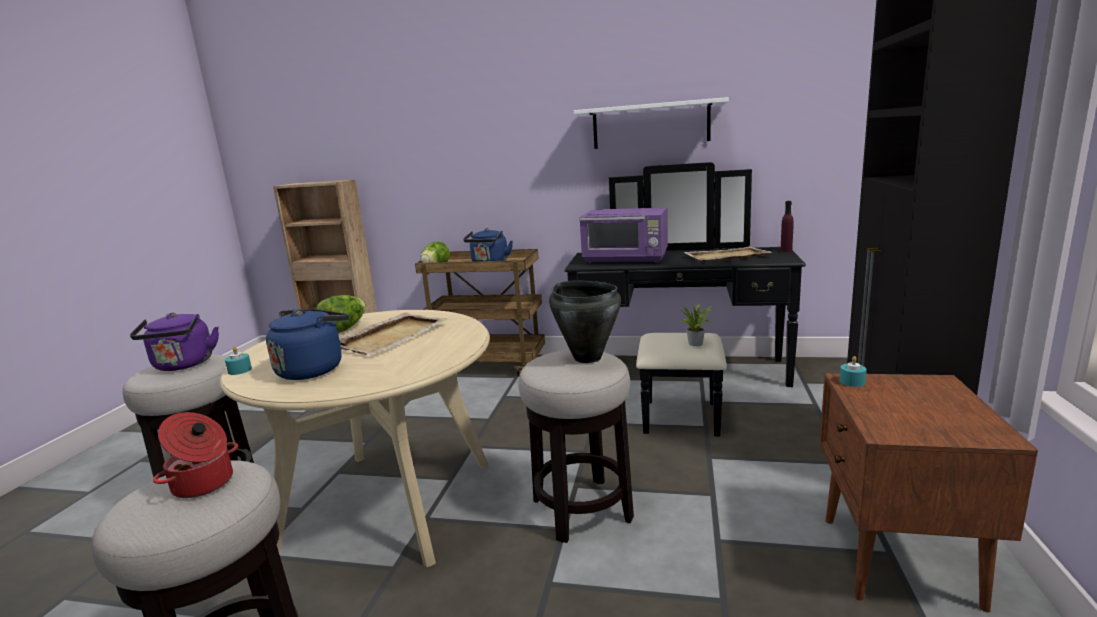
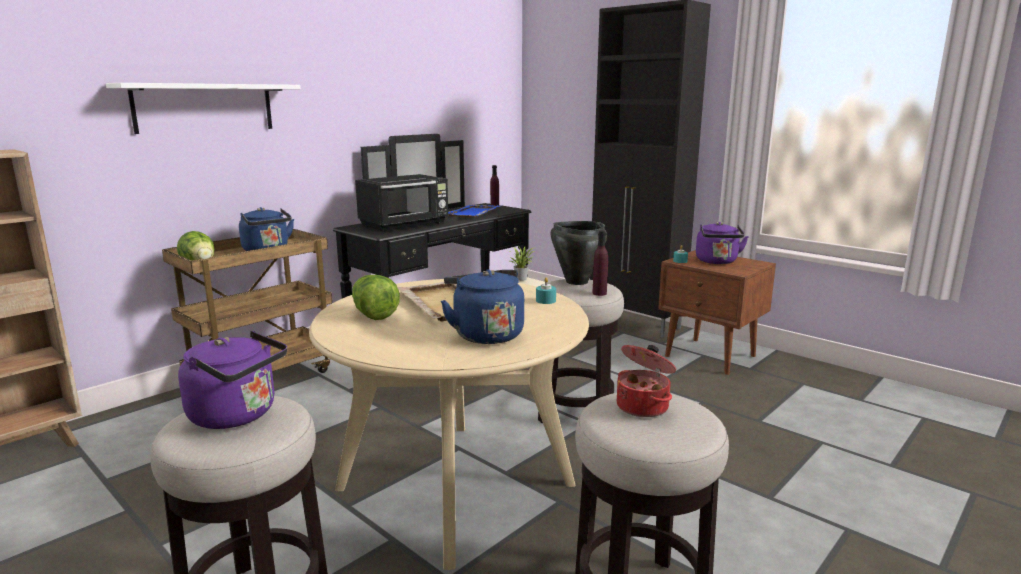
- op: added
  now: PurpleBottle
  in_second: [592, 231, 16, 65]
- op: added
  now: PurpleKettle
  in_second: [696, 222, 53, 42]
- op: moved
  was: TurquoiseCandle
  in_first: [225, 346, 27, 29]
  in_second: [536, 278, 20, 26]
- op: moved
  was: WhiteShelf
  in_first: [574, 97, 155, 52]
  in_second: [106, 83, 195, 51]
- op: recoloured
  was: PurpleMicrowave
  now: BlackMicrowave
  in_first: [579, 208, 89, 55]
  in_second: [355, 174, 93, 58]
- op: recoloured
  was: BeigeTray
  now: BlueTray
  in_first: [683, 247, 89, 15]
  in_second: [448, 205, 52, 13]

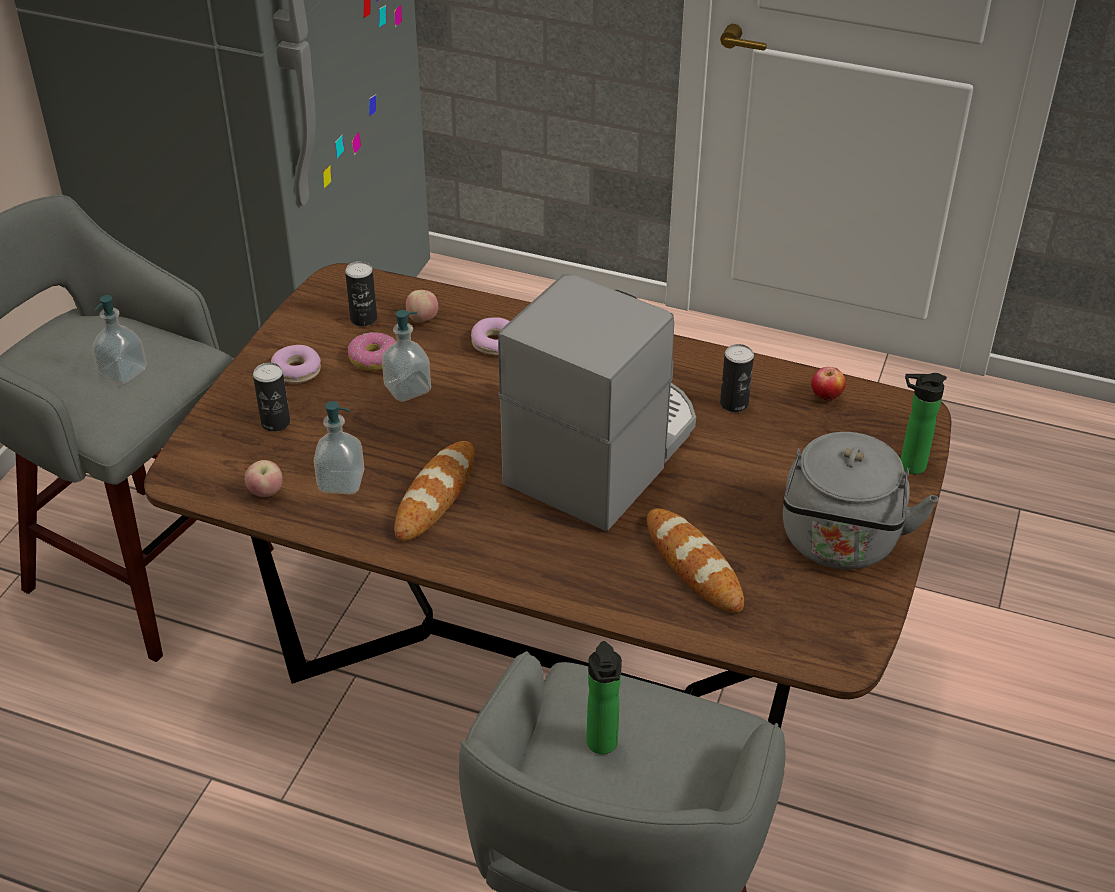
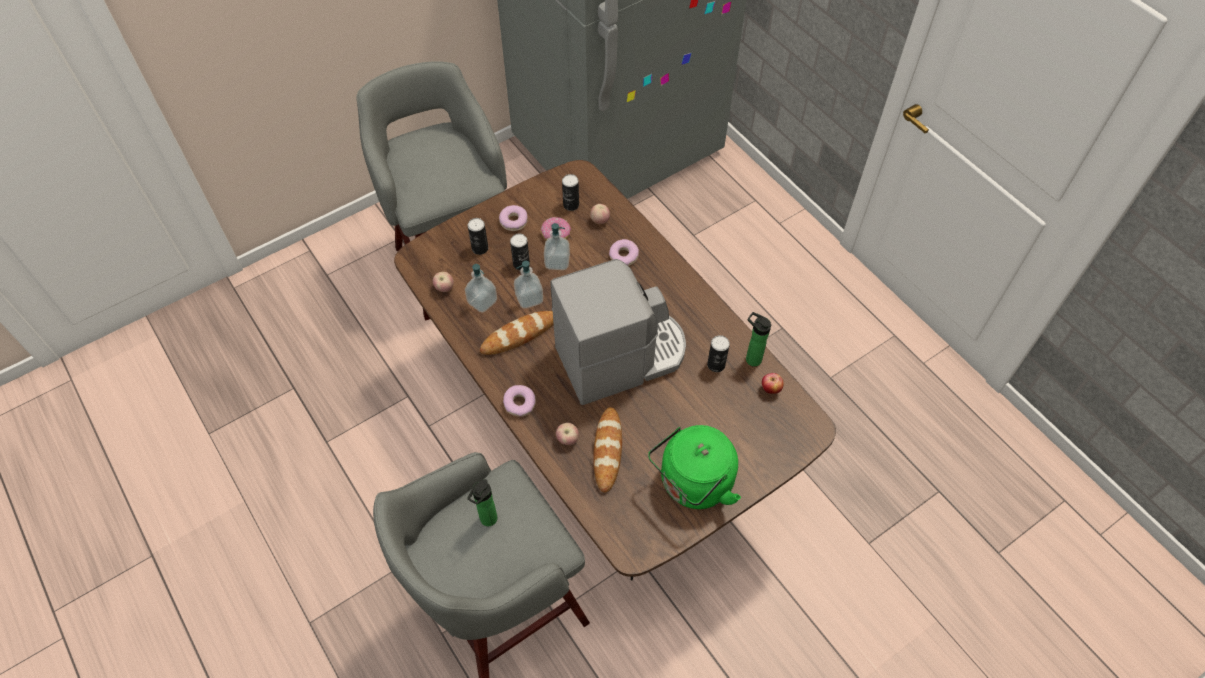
- op: added
  now: Donut
  in_second: [503, 385, 33, 31]
- op: added
  now: Can
  in_second: [510, 234, 20, 36]
- op: added
  now: Apple
  in_second: [556, 423, 23, 22]
- op: moved
  was: SoapDispenser
  in_first: [92, 295, 55, 90]
  in_second: [514, 261, 29, 48]
- op: moved
  was: Bottle
  in_first: [900, 373, 47, 101]
  in_second: [746, 312, 26, 55]
- op: recoloured
  was: GreyKettle
  now: GreenKettle
  in_first: [783, 432, 155, 137]
  in_second: [648, 425, 93, 84]

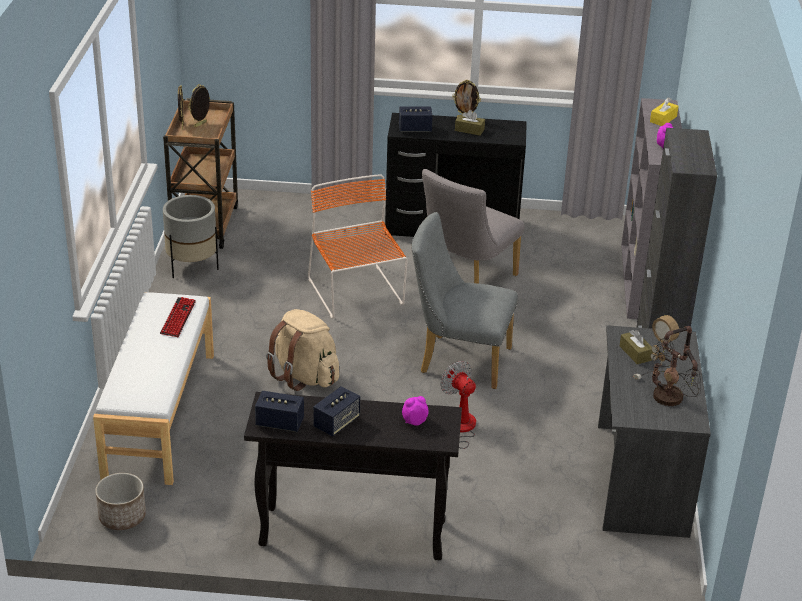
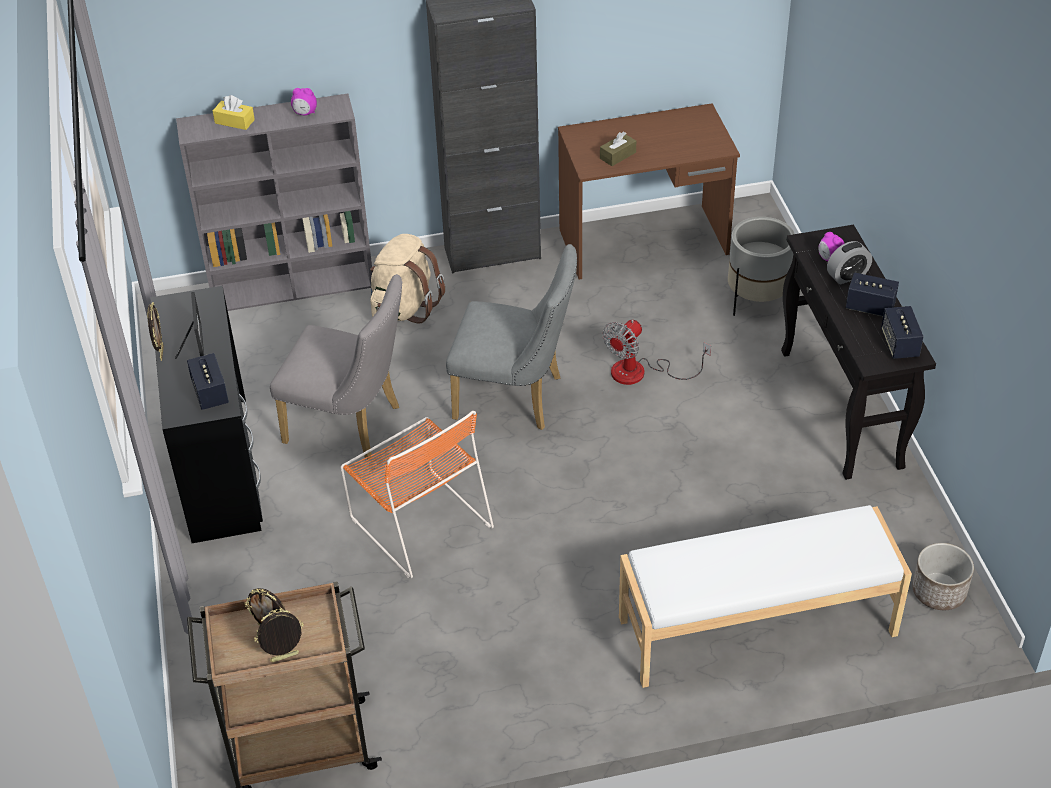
- op: removed
  was: Keyboard
  in_first: [160, 297, 36, 40]
- op: removed
  was: TableLamp
  in_first: [633, 315, 68, 91]
- op: added
  now: AlarmClock
  in_second: [827, 241, 45, 44]
- op: moved
  was: GreyPlanter
  in_first: [163, 195, 56, 83]
  in_second: [728, 217, 67, 99]
- op: moved
  was: BeigeBackpack
  in_first: [266, 309, 73, 82]
  in_second: [370, 234, 75, 90]
- op: replaced
  was: BrownTissueBox
  now: PictureFrame
  in_first: [455, 110, 30, 26]
  in_second: [175, 292, 29, 67]
- op: recoloured
  was: GreyDesk
  now: BrownDesk
  in_first: [598, 325, 113, 213]
  in_second: [558, 103, 182, 176]
- op: turned
  was: OrangeChair
  in_first: [308, 174, 100, 144]
  in_second: [340, 411, 154, 167]
  clockwise: -90
- op: turned
  was: GreyChair
  in_first: [412, 212, 106, 177]
  in_second: [446, 244, 131, 186]
  clockwise: -75

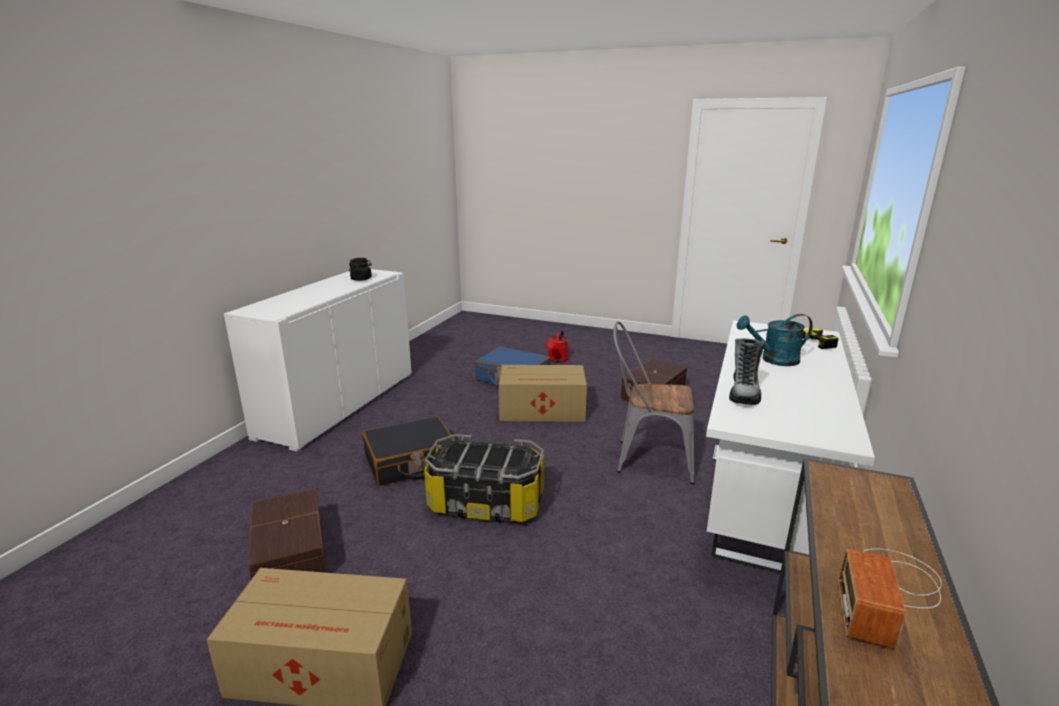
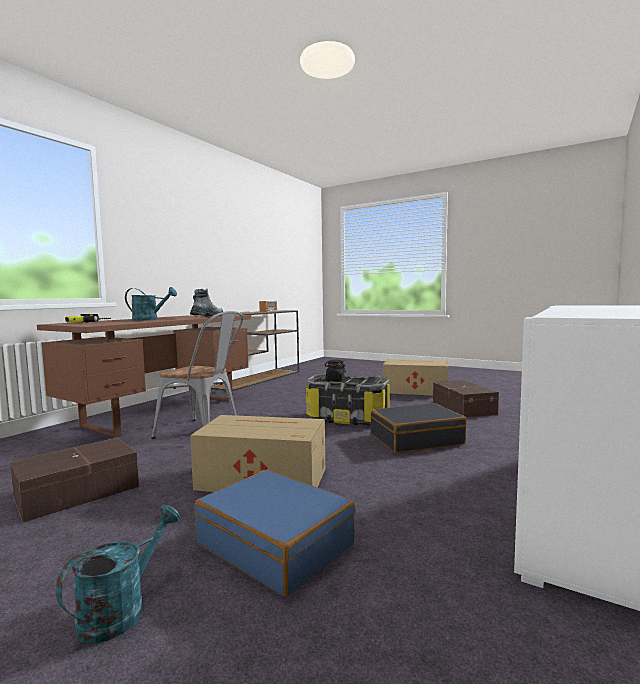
- op: moved
  was: BlackJar
  in_first: [349, 258, 23, 23]
  in_second: [324, 360, 22, 21]
- op: recoloured
  was: RedWateringCan
  now: TurquoiseWateringCan
  in_first: [546, 330, 22, 33]
  in_second: [56, 505, 124, 139]
- op: recoloured
  was: WhiteDesk
  now: BrownDesk
  in_first: [706, 320, 169, 253]
  in_second: [37, 315, 214, 123]

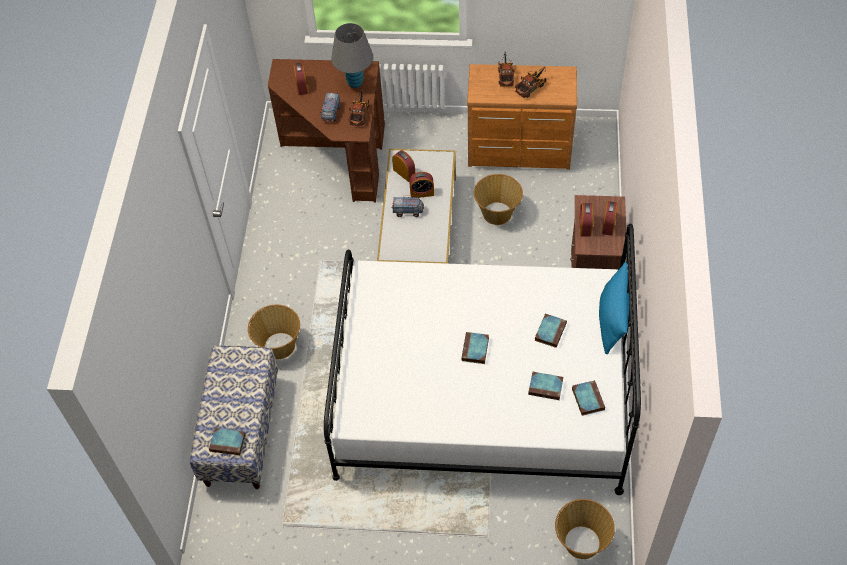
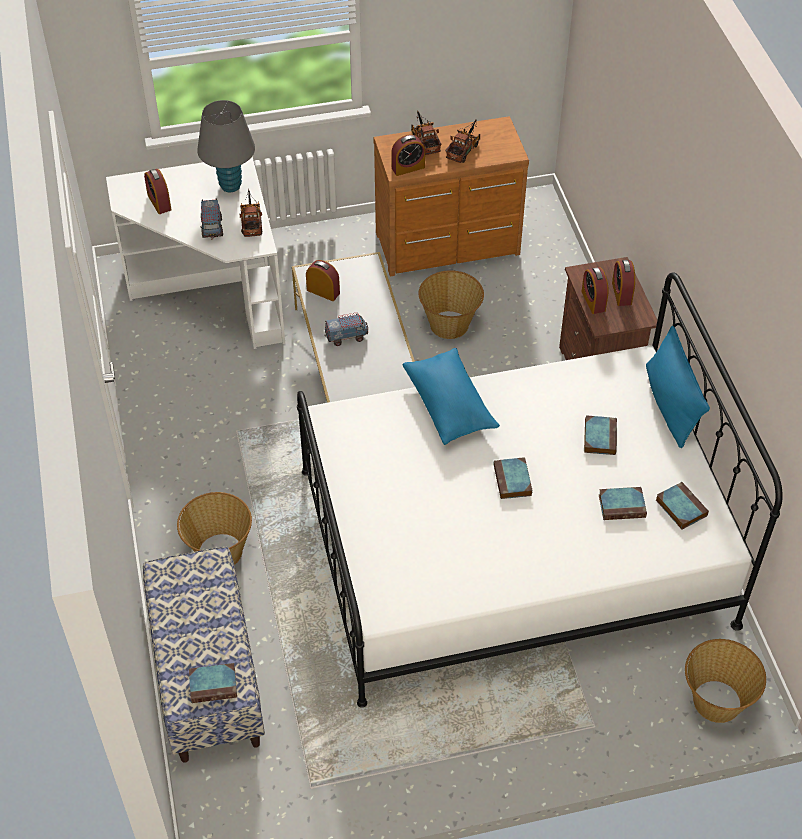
- op: added
  now: BluePillow
  in_second: [402, 348, 98, 97]
- op: moved
  was: AlarmClock
  in_first: [409, 172, 25, 26]
  in_second: [392, 135, 33, 41]
- op: recoloured
  was: BrownDesk
  now: WhiteDesk
  in_first: [268, 59, 117, 144]
  in_second: [106, 157, 179, 192]

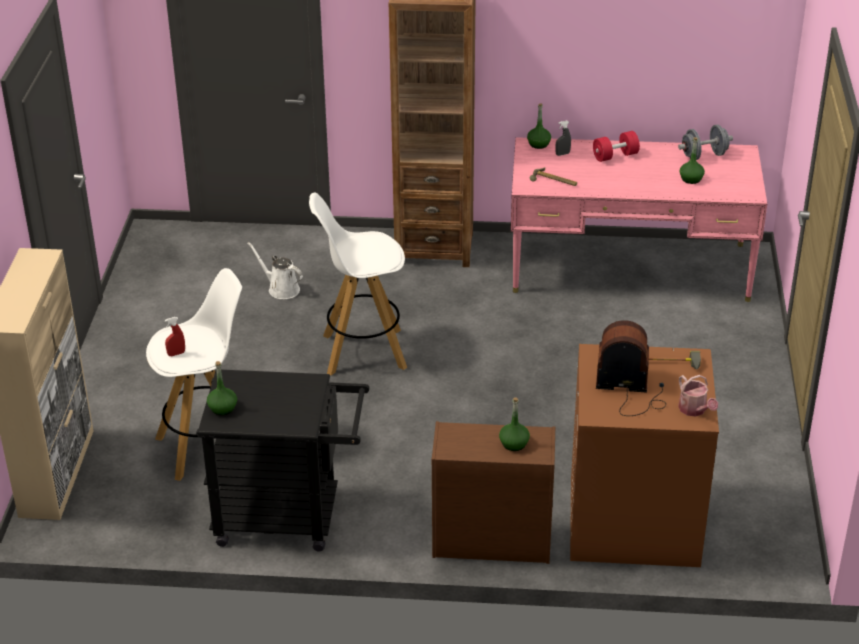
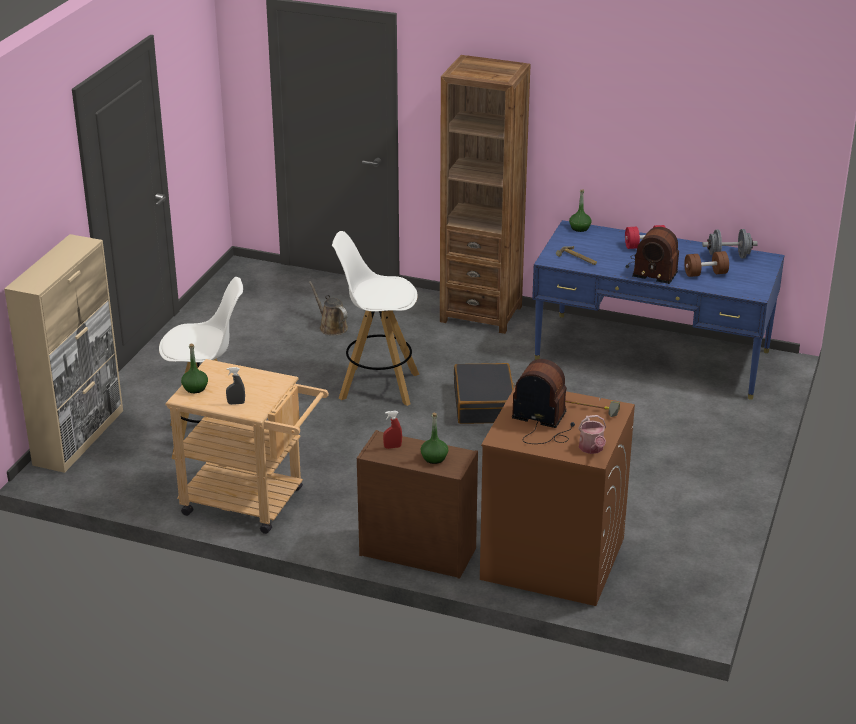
- op: added
  now: BlackSuitcase
  in_second: [454, 363, 61, 61]
- op: added
  now: Radio
  in_second: [625, 227, 54, 57]
- op: moved
  was: RedSprayBottle
  in_first: [165, 317, 20, 39]
  in_second: [383, 411, 19, 38]
- op: moved
  was: GreySprayBottle
  in_first: [555, 120, 16, 36]
  in_second: [226, 367, 19, 38]
- op: replaced
  was: GreenBottle
  now: BrownDumbbell
  in_first: [679, 137, 26, 47]
  in_second: [685, 251, 44, 26]
- op: recoloured
  was: BlackCart
  now: BeigeCart
  in_first: [196, 370, 173, 182]
  in_second: [165, 359, 164, 175]
- op: recoloured
  was: WhiteWateringCan
  now: BrownWateringCan
  in_first: [247, 242, 56, 57]
  in_second: [309, 281, 39, 54]
- op: recoloured
  was: PinkDesk
  now: BlueDesk
  in_first: [511, 137, 256, 165]
  in_second: [532, 220, 252, 180]

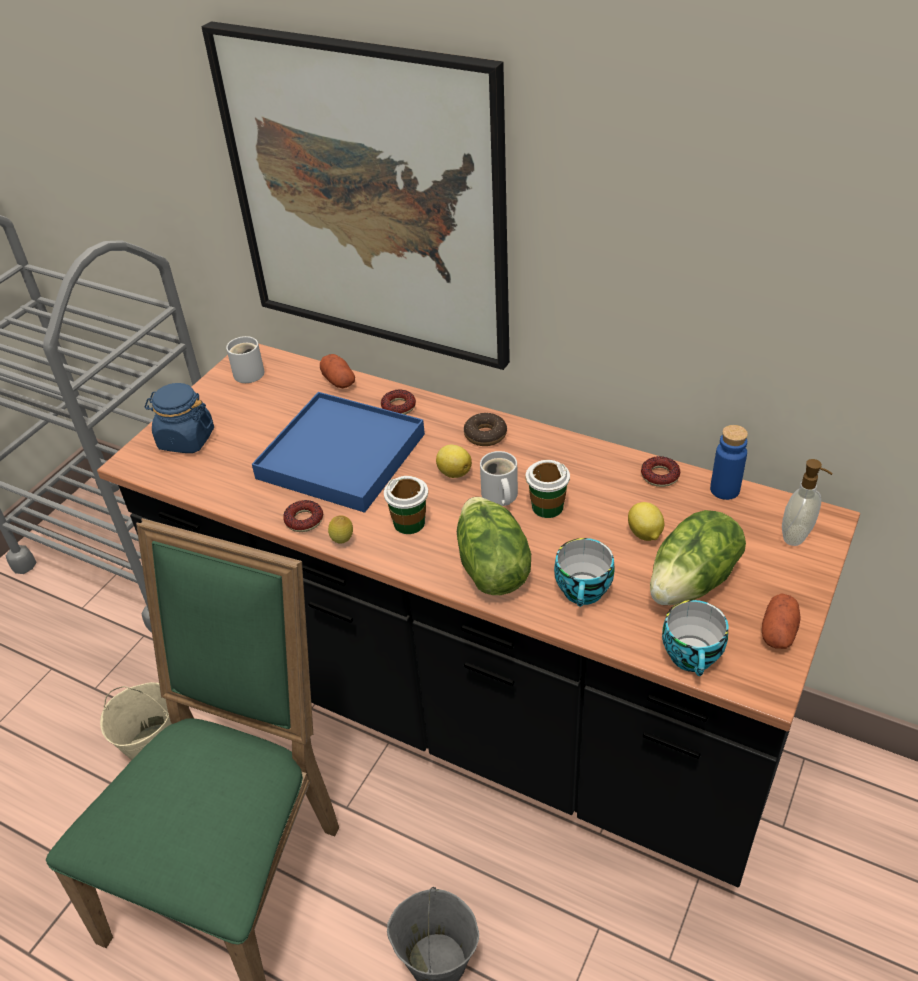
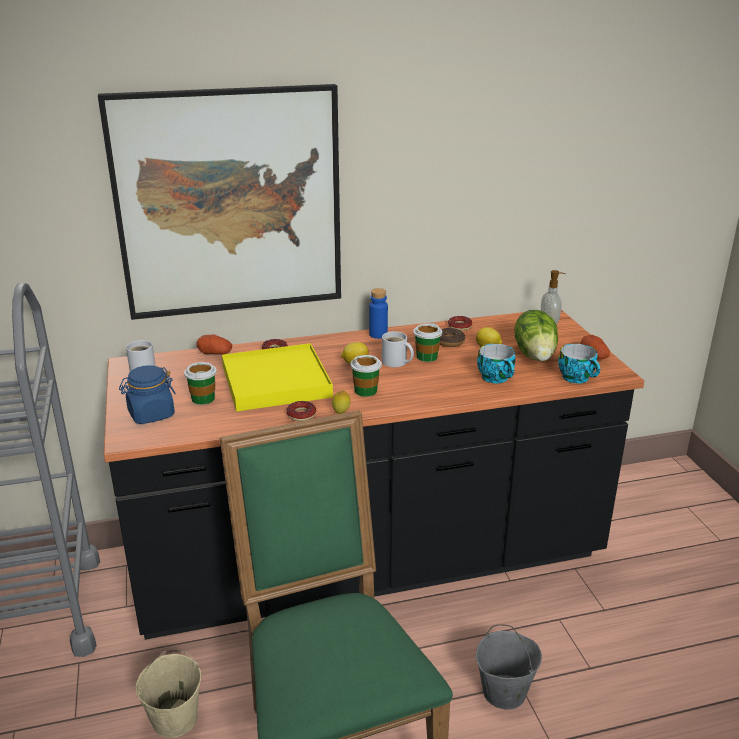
- op: removed
  was: Lettuce
  in_first: [457, 497, 74, 98]
- op: added
  now: Cup
  in_second: [184, 362, 33, 43]
- op: moved
  was: Donut
  in_first: [464, 413, 43, 33]
  in_second: [440, 328, 25, 19]
- op: moved
  was: BlueBottle
  in_first: [710, 425, 38, 75]
  in_second: [369, 288, 19, 51]
- op: recoloured
  was: BlueTray
  now: YellowTray
  in_first: [252, 392, 173, 121]
  in_second: [222, 343, 111, 69]

